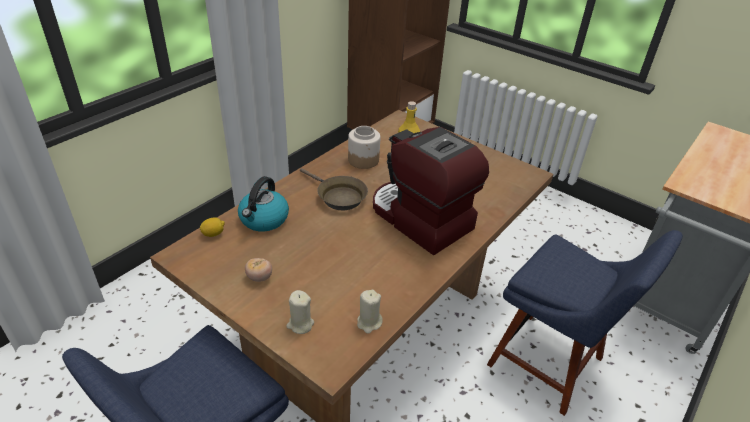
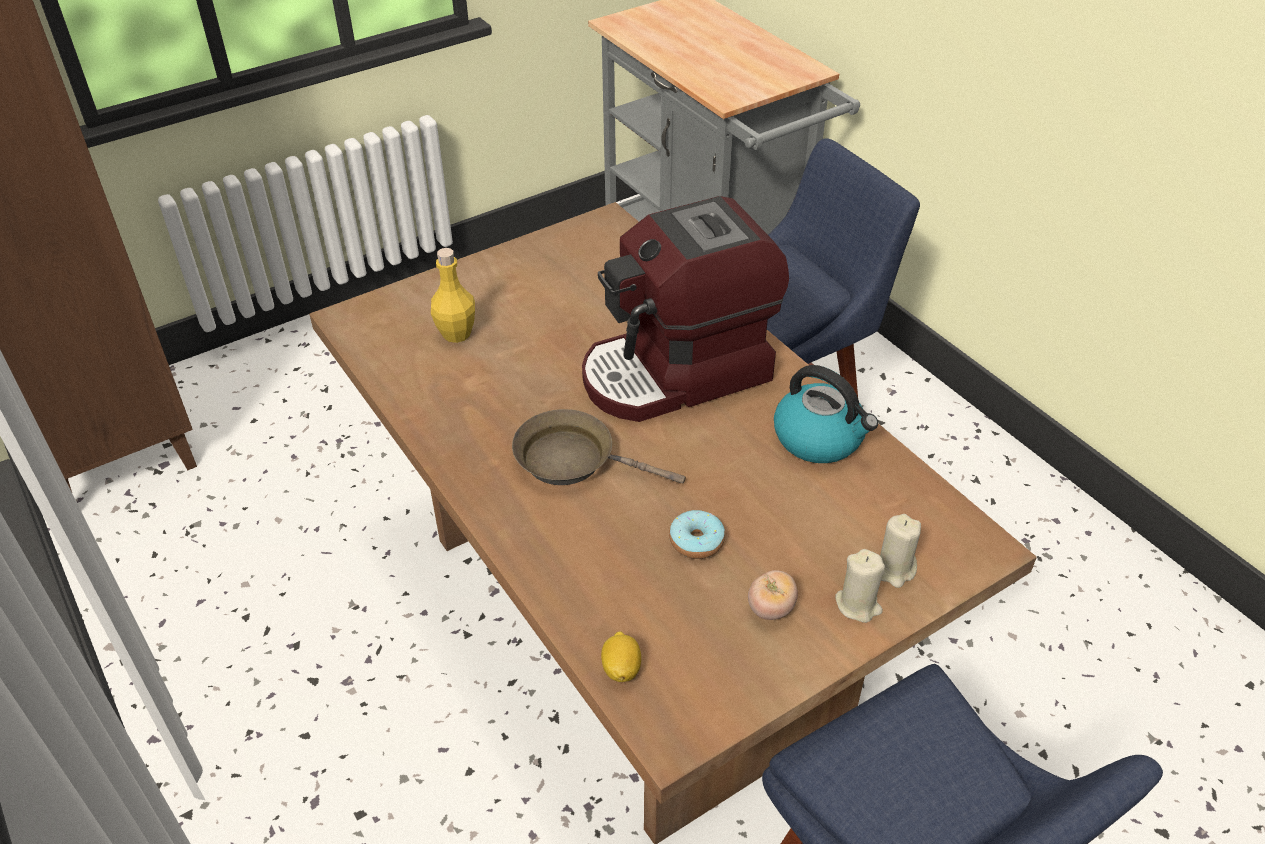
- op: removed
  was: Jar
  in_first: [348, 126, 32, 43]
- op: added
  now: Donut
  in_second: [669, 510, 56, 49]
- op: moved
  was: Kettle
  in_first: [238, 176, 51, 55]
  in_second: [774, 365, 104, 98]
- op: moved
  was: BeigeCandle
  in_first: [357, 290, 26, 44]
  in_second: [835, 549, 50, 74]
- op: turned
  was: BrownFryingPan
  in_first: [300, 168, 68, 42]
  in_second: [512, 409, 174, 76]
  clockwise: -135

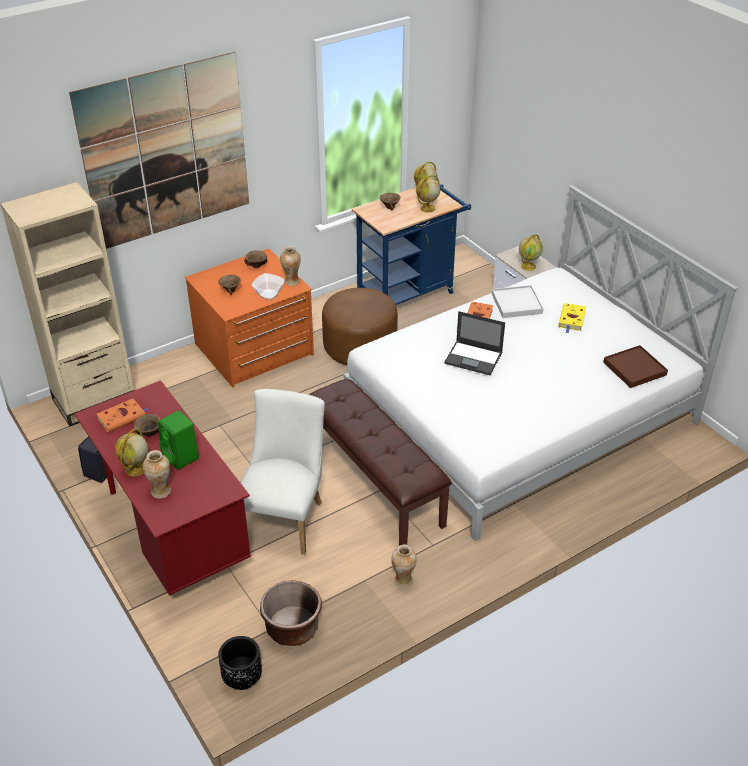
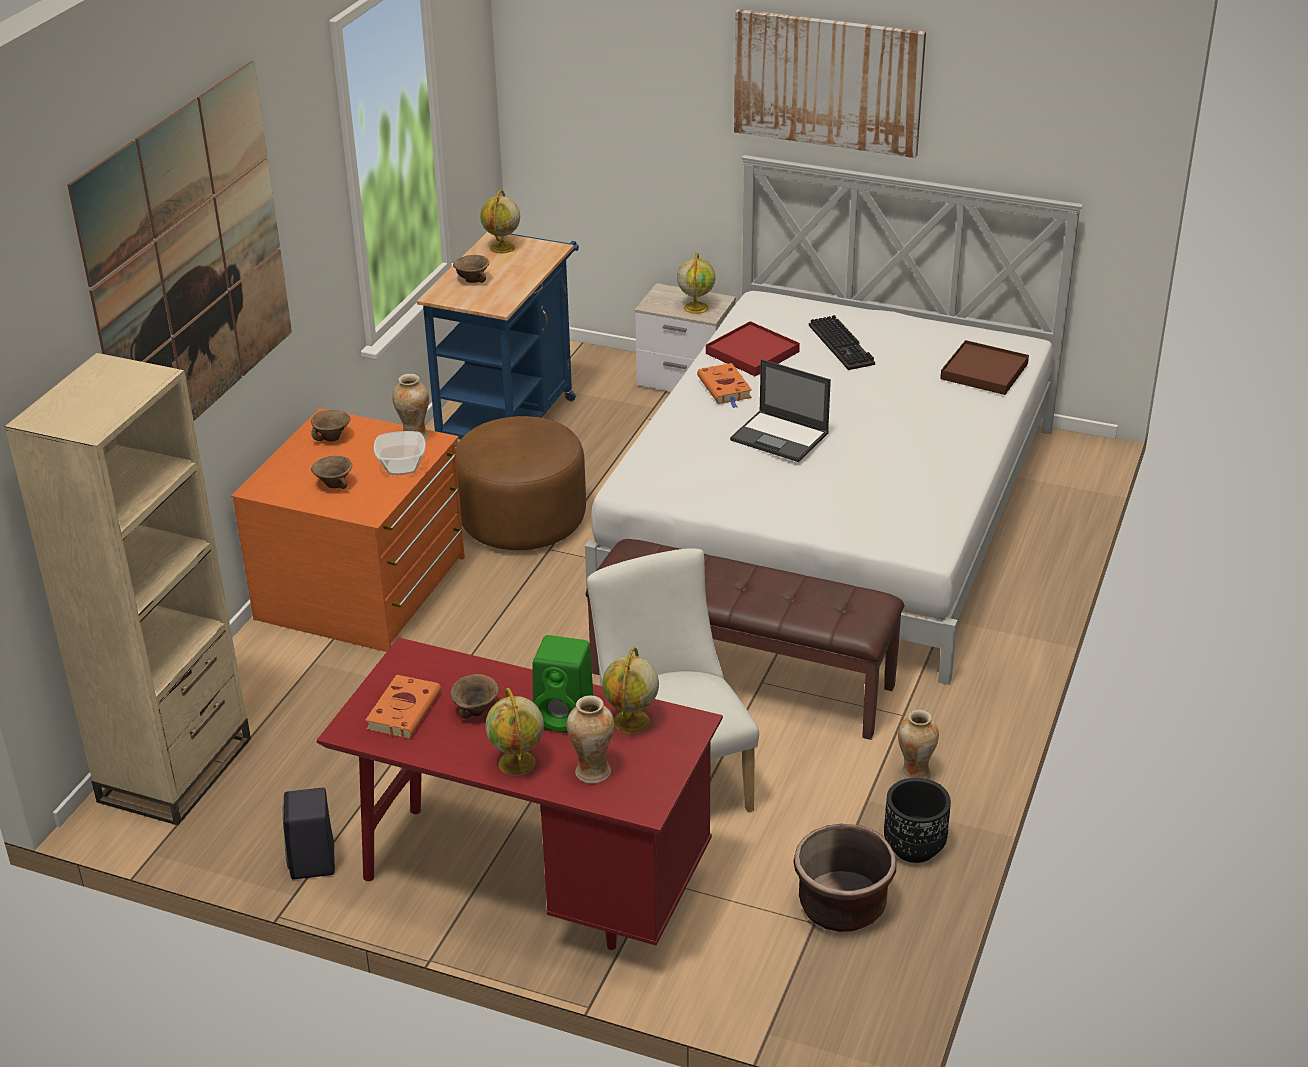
- op: added
  now: Picture
  in_second: [734, 9, 192, 149]
- op: moved
  was: BlackPlanter
  in_first: [218, 636, 44, 54]
  in_second: [884, 778, 67, 85]
- op: moved
  was: Globe
  in_first: [416, 175, 24, 38]
  in_second: [602, 647, 57, 87]
- op: replaced
  was: YellowBook
  now: Keyboard
  in_first: [559, 303, 27, 31]
  in_second: [809, 315, 66, 55]
- op: recoloured
  was: WhiteTray
  now: RedTray
  in_first: [492, 285, 52, 33]
  in_second: [706, 321, 94, 55]
- op: turned
  was: Laptop
  in_first: [444, 311, 61, 64]
  in_second: [730, 359, 101, 103]
  clockwise: 45

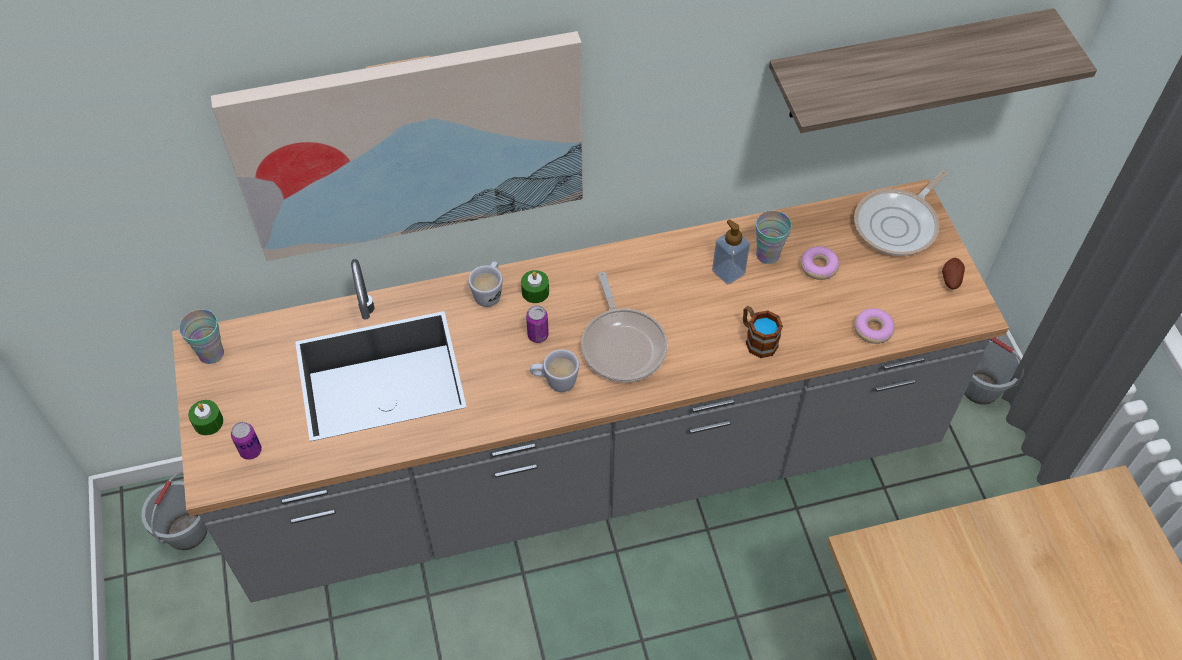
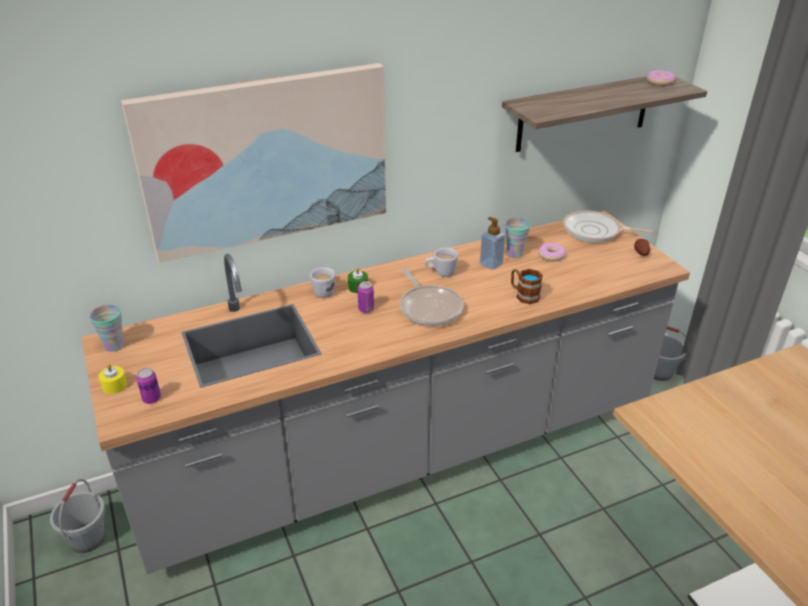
- op: moved
  was: WhiteMug
  in_first: [530, 349, 49, 43]
  in_second: [425, 248, 33, 29]
- op: moved
  was: Donut
  in_first: [854, 308, 41, 36]
  in_second: [647, 70, 28, 16]
- op: recoloured
  was: GreenCandle
  now: YellowCandle
  in_first: [188, 400, 35, 35]
  in_second: [99, 364, 28, 30]
- op: turned
  was: FryingPan
  in_first: [854, 170, 94, 86]
  in_second: [563, 211, 90, 32]
  clockwise: 75

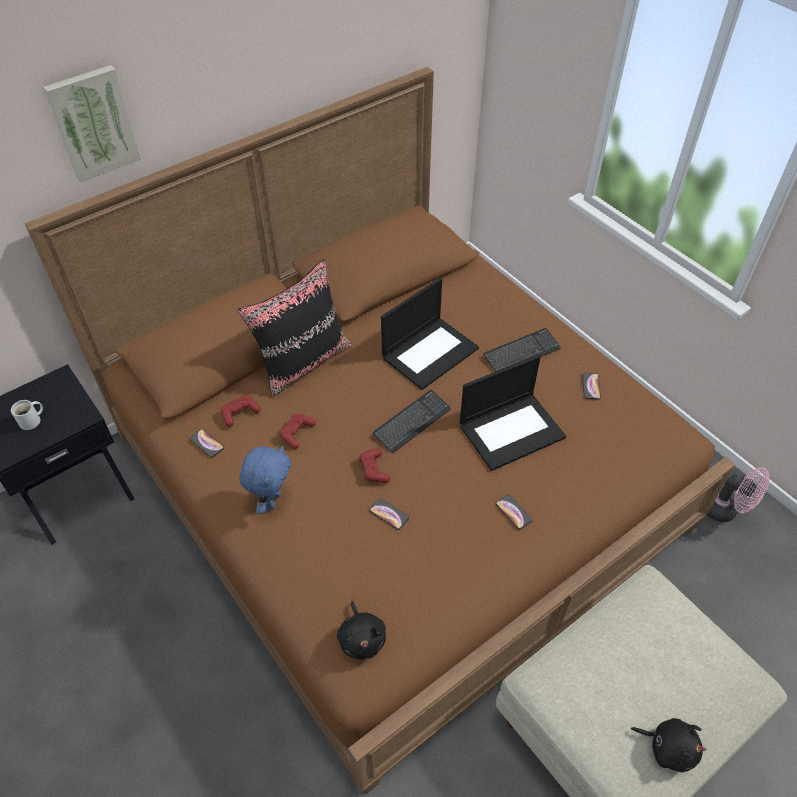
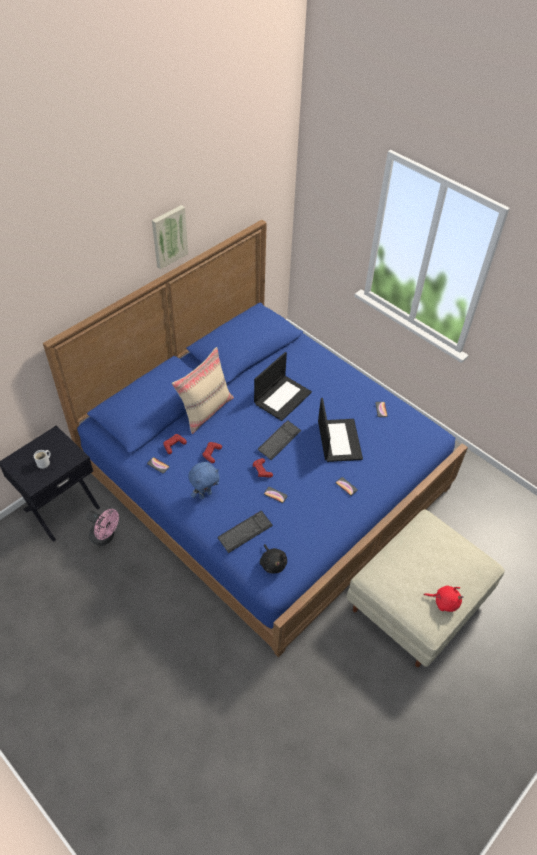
- op: moved
  was: Picture
  in_first: [43, 65, 98, 117]
  in_second: [152, 205, 36, 64]
- op: moved
  was: Keyboard
  in_first: [483, 328, 78, 44]
  in_second: [218, 511, 55, 42]
- op: moved
  was: PinkFan
  in_first: [707, 467, 62, 55]
  in_second: [86, 509, 33, 37]
- op: recoloured
  was: BrownBed
  now: BlueBed
  in_first: [25, 67, 711, 727]
  in_second: [43, 220, 425, 437]
- op: recoloured
  was: BlackPillow
  now: BeigePillow
  in_first: [237, 259, 115, 138]
  in_second: [172, 347, 62, 87]
- op: recoloured
  was: BlackPlushToy
  now: RedPlushToy
  in_first: [631, 718, 76, 54]
  in_second: [424, 586, 39, 26]
- op: turned
  was: BluePlushToy
  in_first: [239, 446, 52, 68]
  in_second: [188, 462, 32, 37]
  clockwise: 45
- op: turned
  was: Laptop
  in_first: [460, 355, 106, 116]
  in_second: [318, 398, 45, 64]
  clockwise: -60

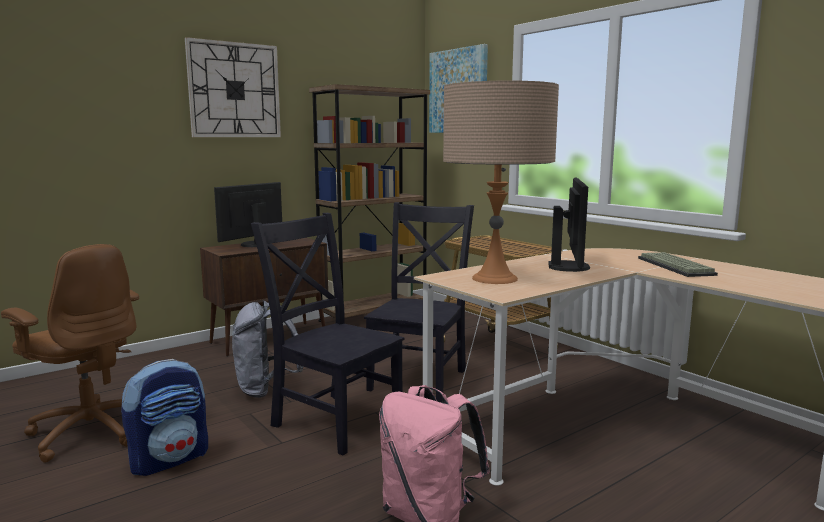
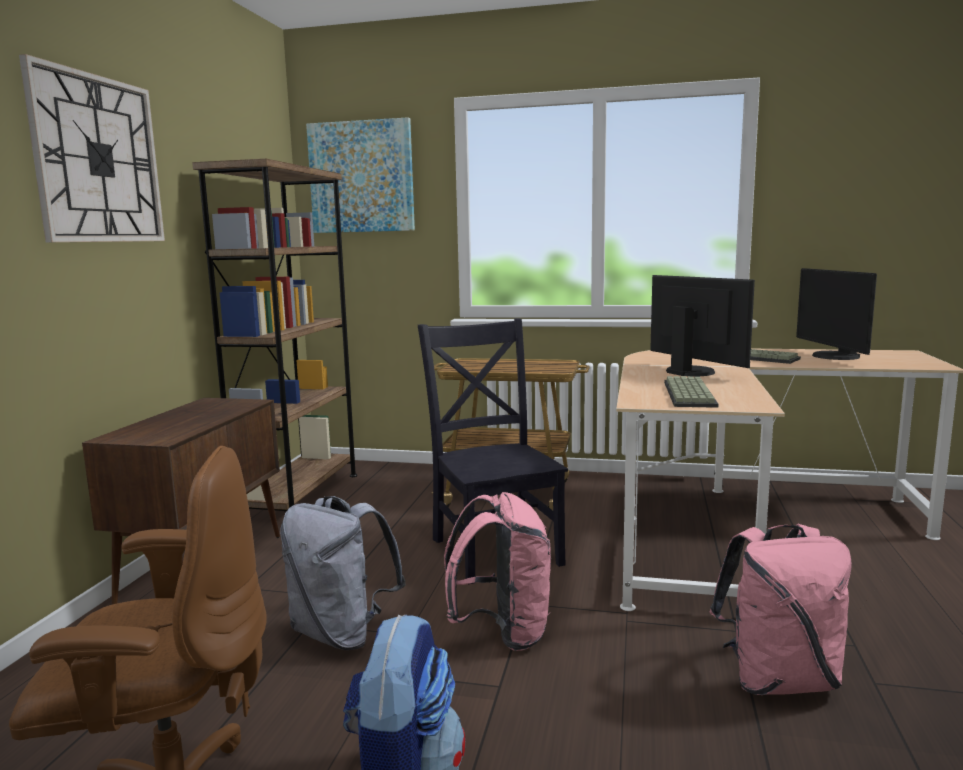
- op: moved
  was: Monitor
  in_first: [214, 182, 68, 65]
  in_second: [796, 268, 81, 92]
- op: replaced
  was: BlackChair
  now: PinkBackpack
  in_first: [251, 213, 154, 243]
  in_second: [444, 492, 107, 159]
- op: replaced
  was: BeigeTableLamp
  now: Keyboard
  in_first: [443, 81, 116, 203]
  in_second: [664, 376, 55, 32]

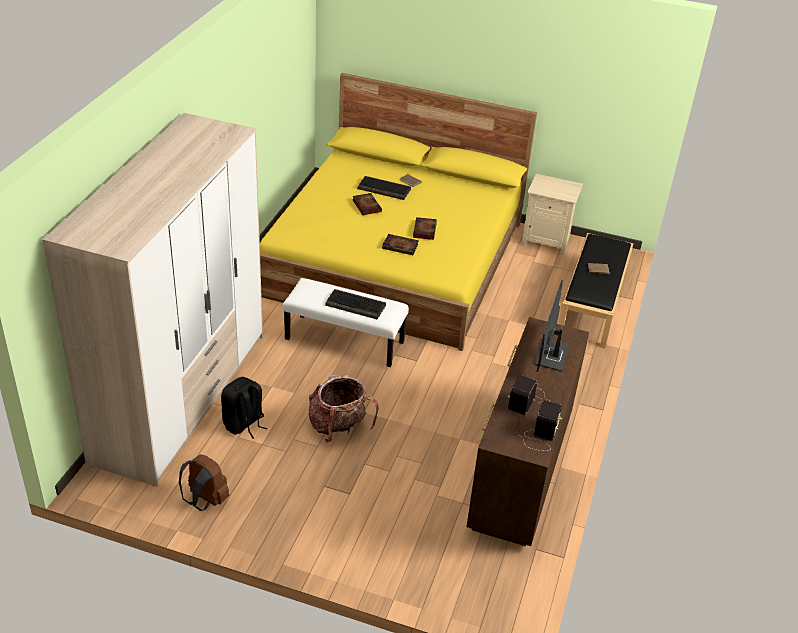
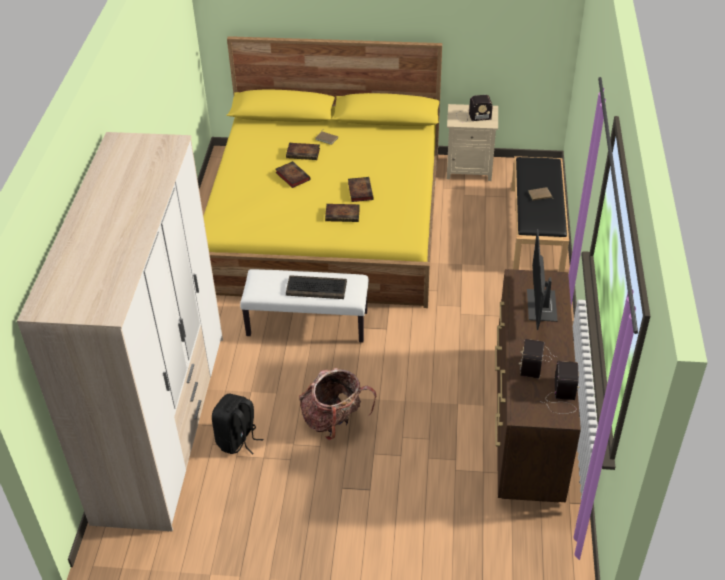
- op: removed
  was: BrownBackpack
  in_first: [179, 455, 50, 56]
- op: added
  now: Radio
  in_second: [456, 95, 37, 28]
- op: replaced
  was: Keyboard
  now: Book
  in_first: [358, 176, 53, 24]
  in_second: [286, 143, 34, 17]

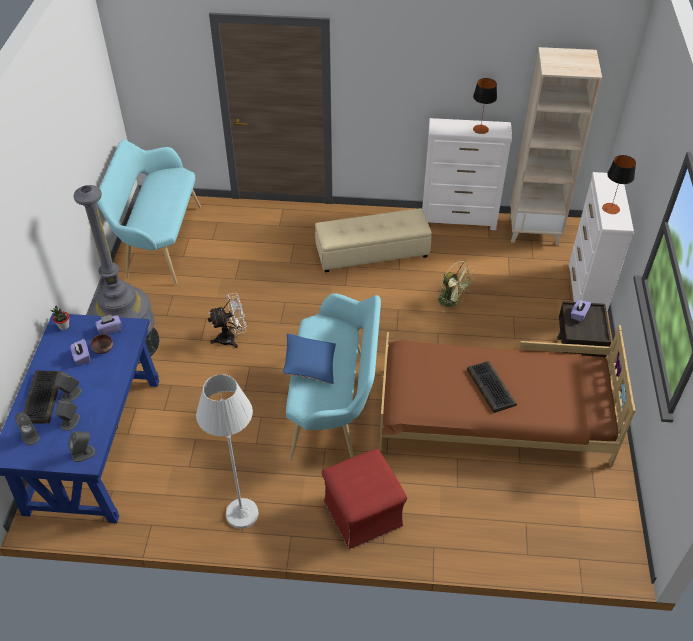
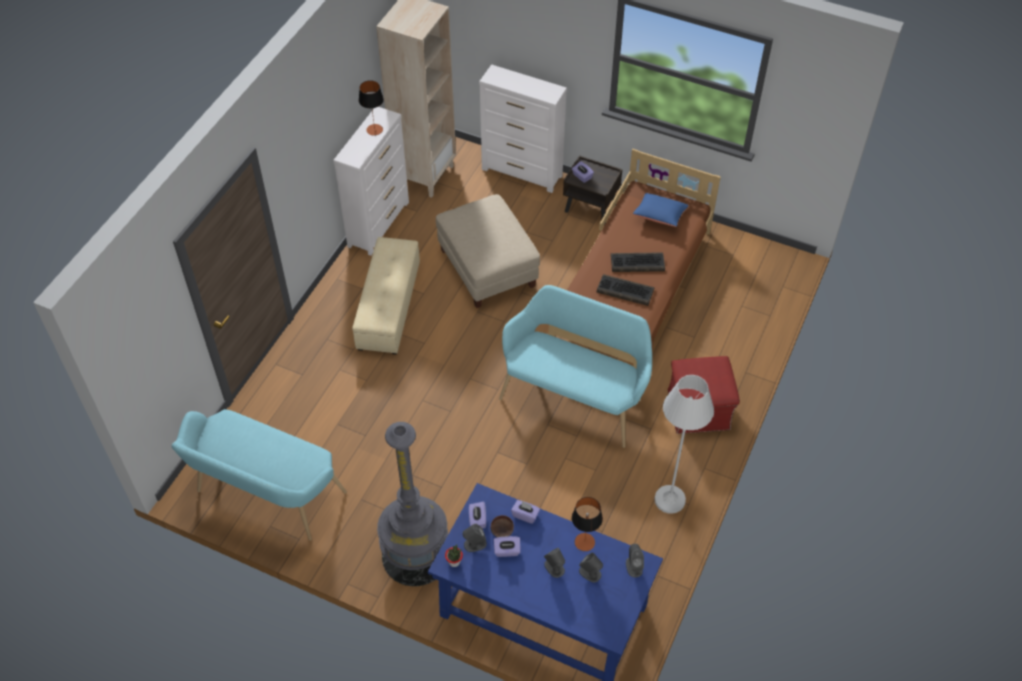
- op: removed
  was: WhiteFan
  in_first: [208, 293, 38, 55]
- op: added
  now: PurpleTissueBox
  in_second: [511, 500, 29, 24]
- op: moved
  was: GreySpeaker
  in_first: [15, 412, 25, 33]
  in_second: [463, 524, 24, 28]
- op: moved
  was: Keyboard
  in_first: [24, 371, 37, 53]
  in_second: [596, 274, 58, 32]
- op: moved
  was: BluePillow
  in_first: [283, 333, 53, 51]
  in_second: [633, 193, 56, 34]
- op: moved
  was: TableLamp
  in_first: [602, 155, 34, 59]
  in_second: [572, 497, 31, 54]
- op: replaced
  was: GreenFan
  now: BeigeOttoman
  in_first: [438, 261, 36, 52]
  in_second: [436, 194, 104, 114]

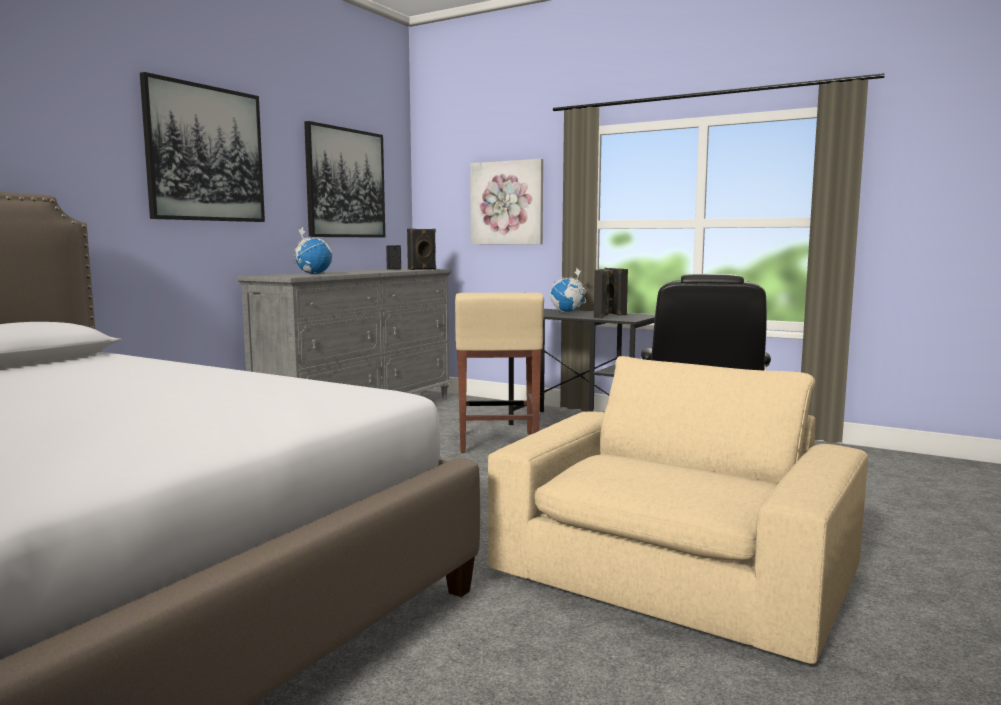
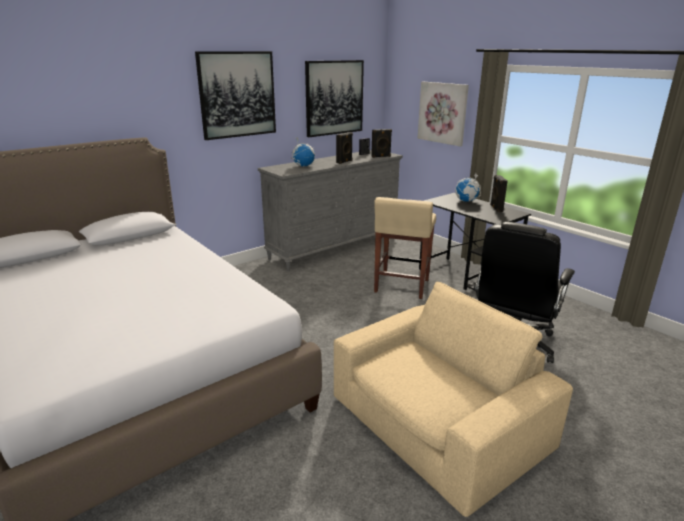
- op: moved
  was: BlackSpeaker
  in_first: [594, 269, 16, 50]
  in_second: [336, 132, 17, 32]

